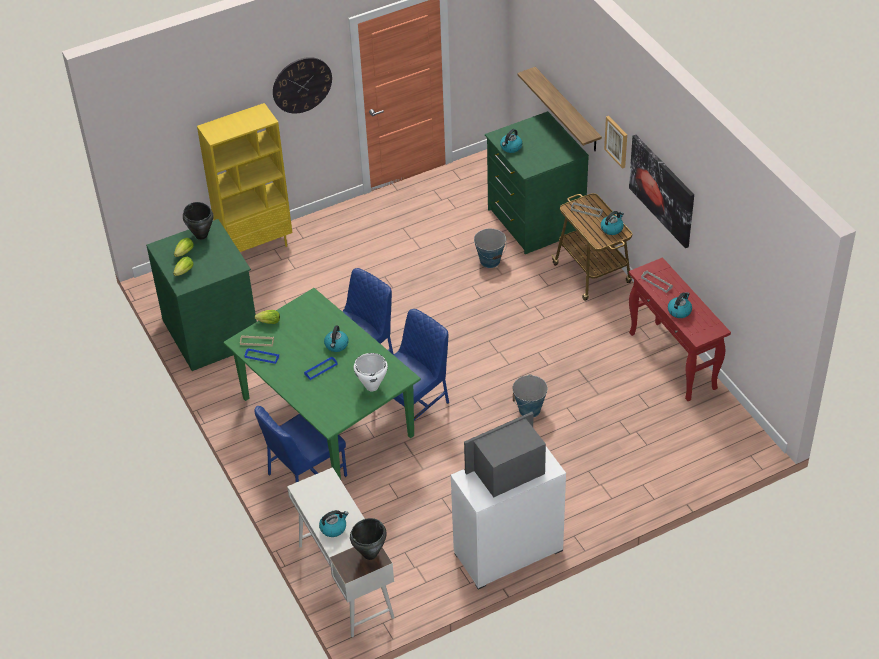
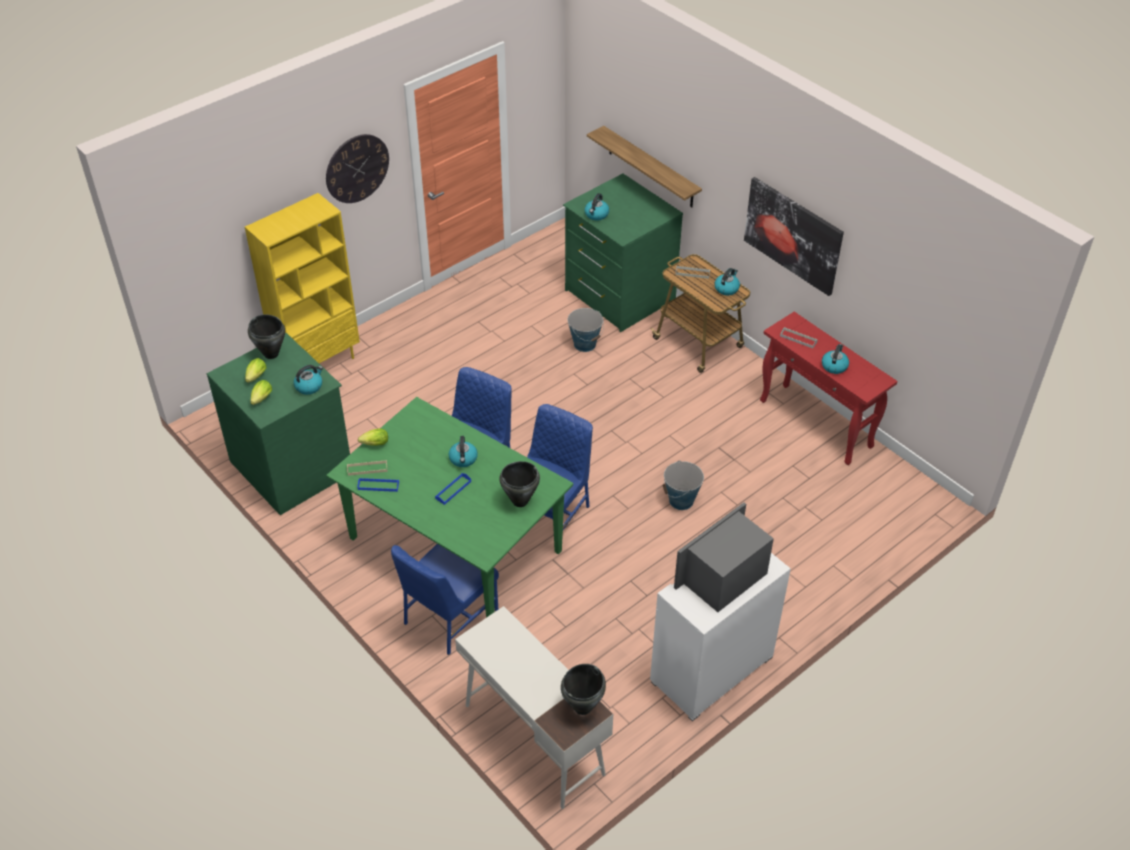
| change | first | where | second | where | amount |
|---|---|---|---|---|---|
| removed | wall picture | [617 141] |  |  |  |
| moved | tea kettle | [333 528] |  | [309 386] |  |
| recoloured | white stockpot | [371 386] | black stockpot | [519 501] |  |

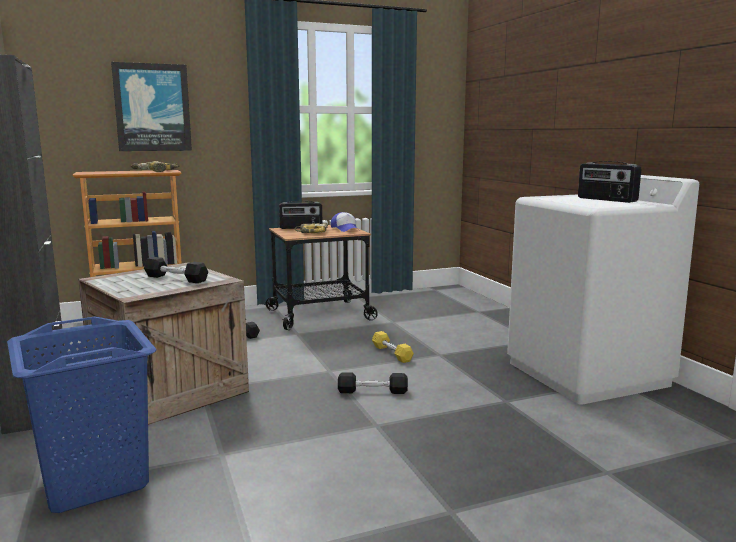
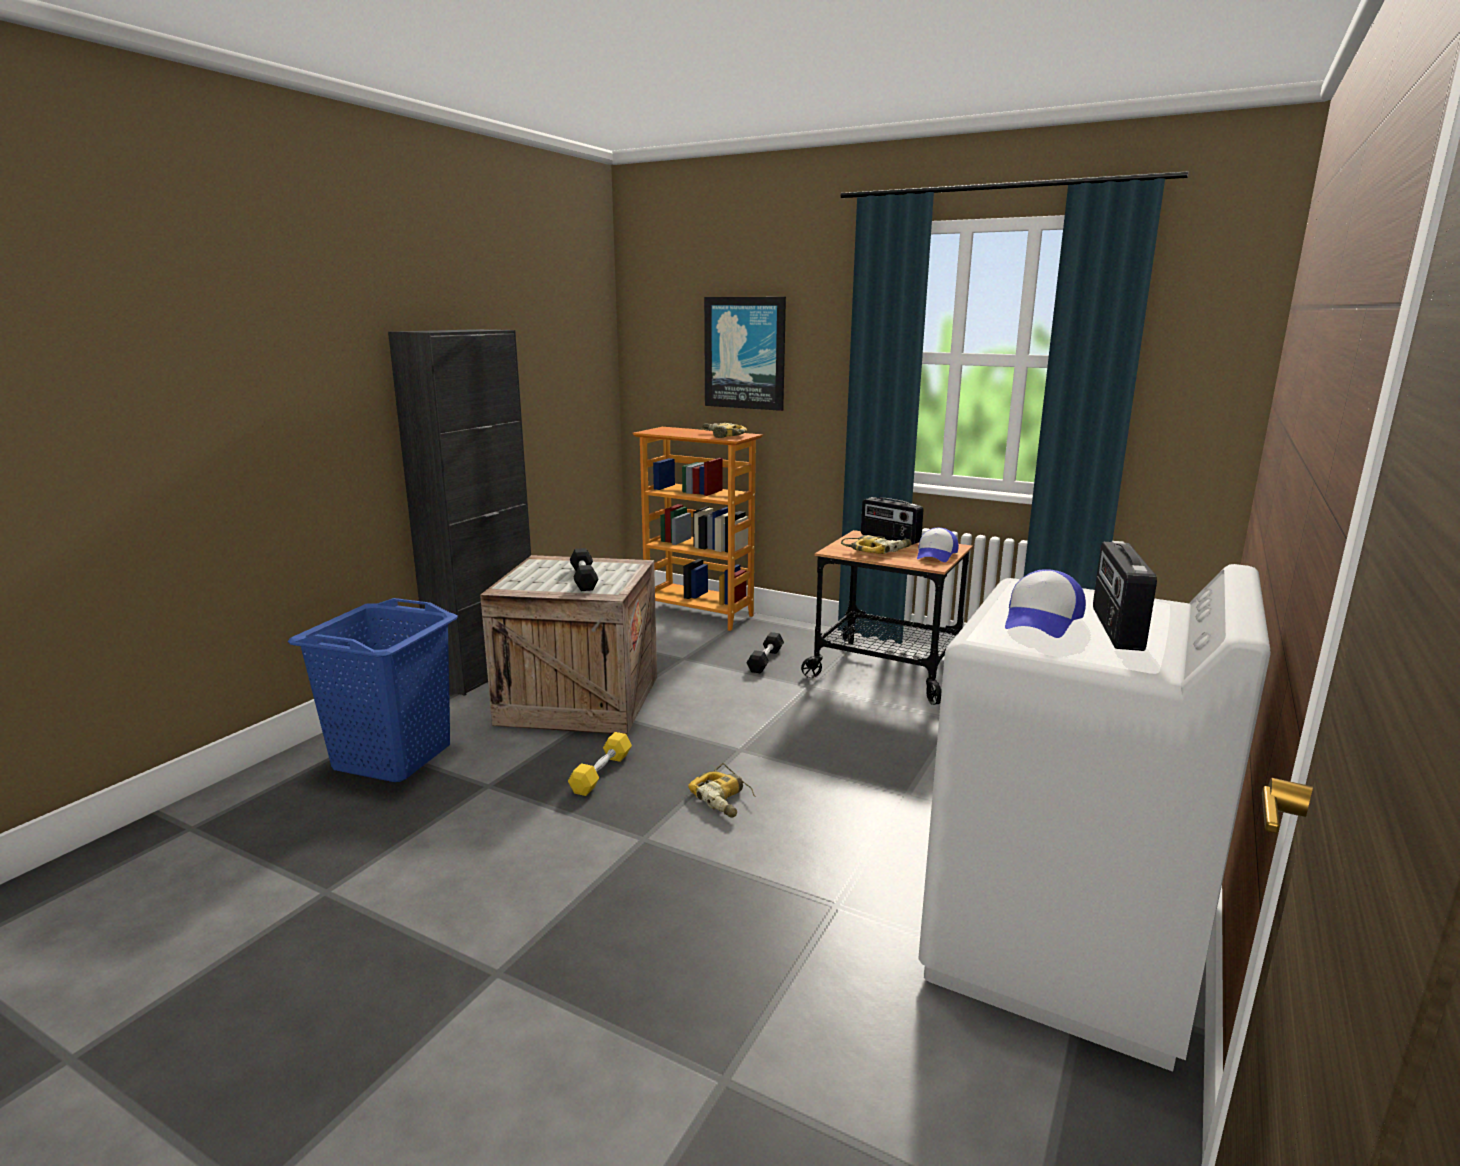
| change | first | where | second | where | amount |
|---|---|---|---|---|---|
| added |  |  | cap | [1042 620] |  |
| moved | yellow free weight | [391 353] |  | [601 773] |  |
| replaced | black free weight | [372 391] | power drill | [725 798] |  |

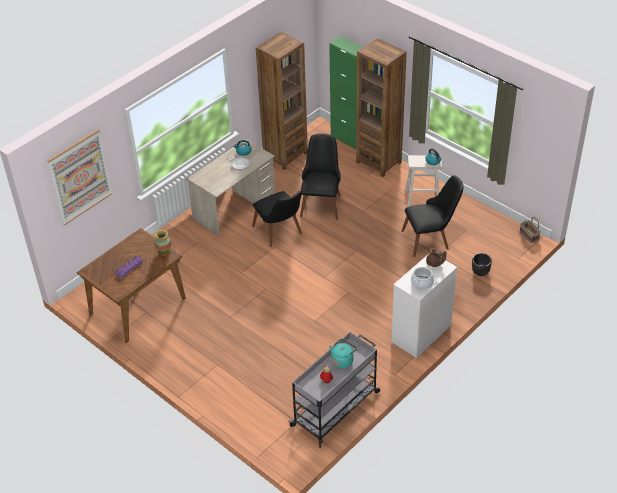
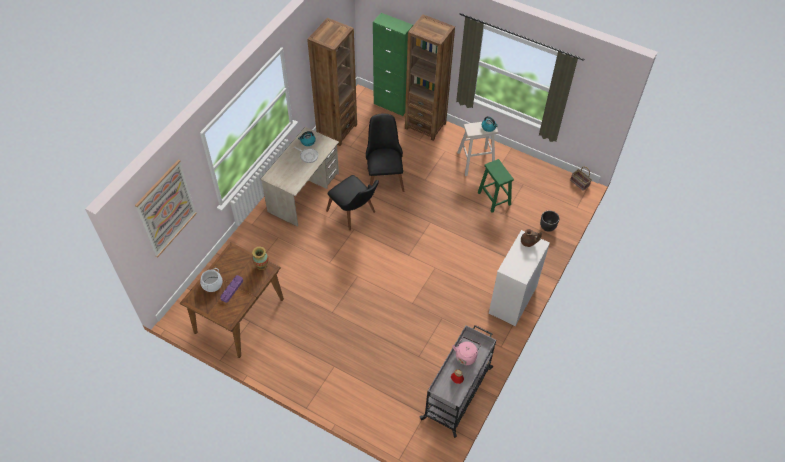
| change | first | where | second | where | amount |
|---|---|---|---|---|---|
| moved | stockpot | [422 283] |  | [212 284] |  |
| replaced | black chair | [431 238] | green-coloured stool seat | [494 199] |  |
| recoloured | blue-green tea kettle | [343 360] | pink-coloured tea kettle | [466 355] |  |

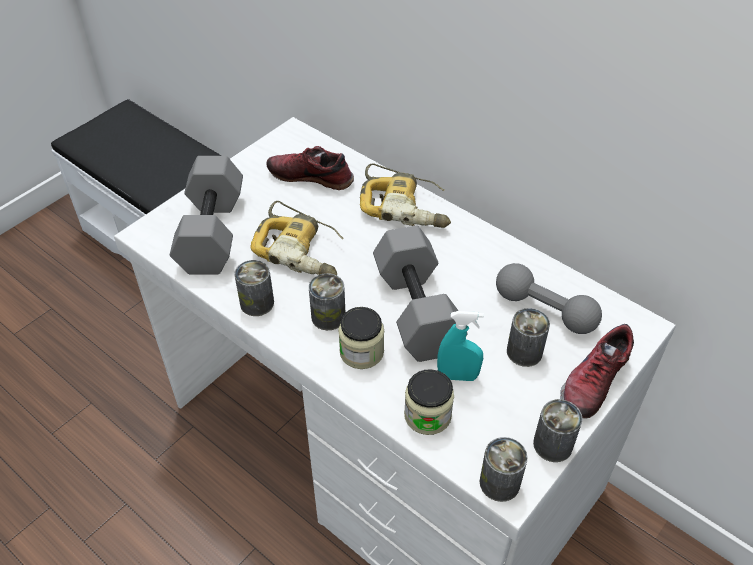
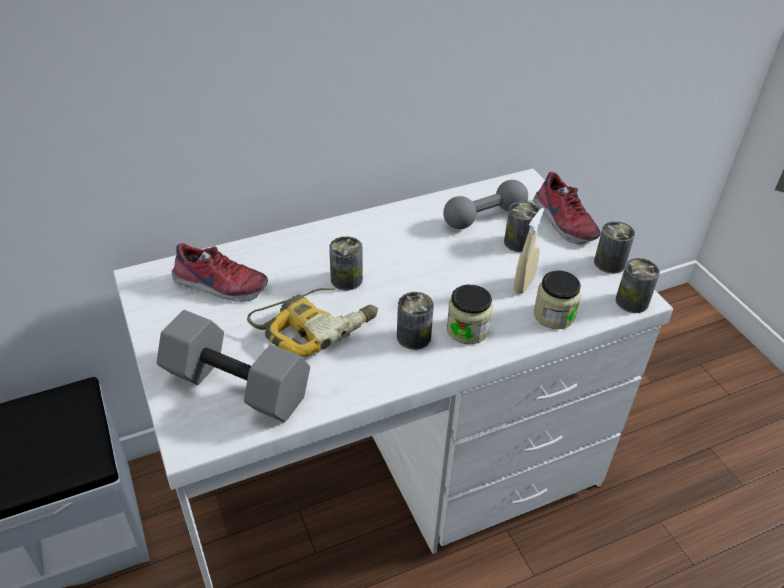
| change | first | where | second | where | amount |
|---|---|---|---|---|---|
| removed | power drill | [405 205] |  |  |  |
| removed | greyish free weight | [419 311] |  |  |  |
| moved | can | [257 303] |  | [346 279] |  |
| recoloured | blue-green hand sprayer | [457 376] | beige-coloured hand sprayer | [523 285] |  |
| turned | low shoe | [311 176] |  | [219 286] | 120 degrees counterclockwise |

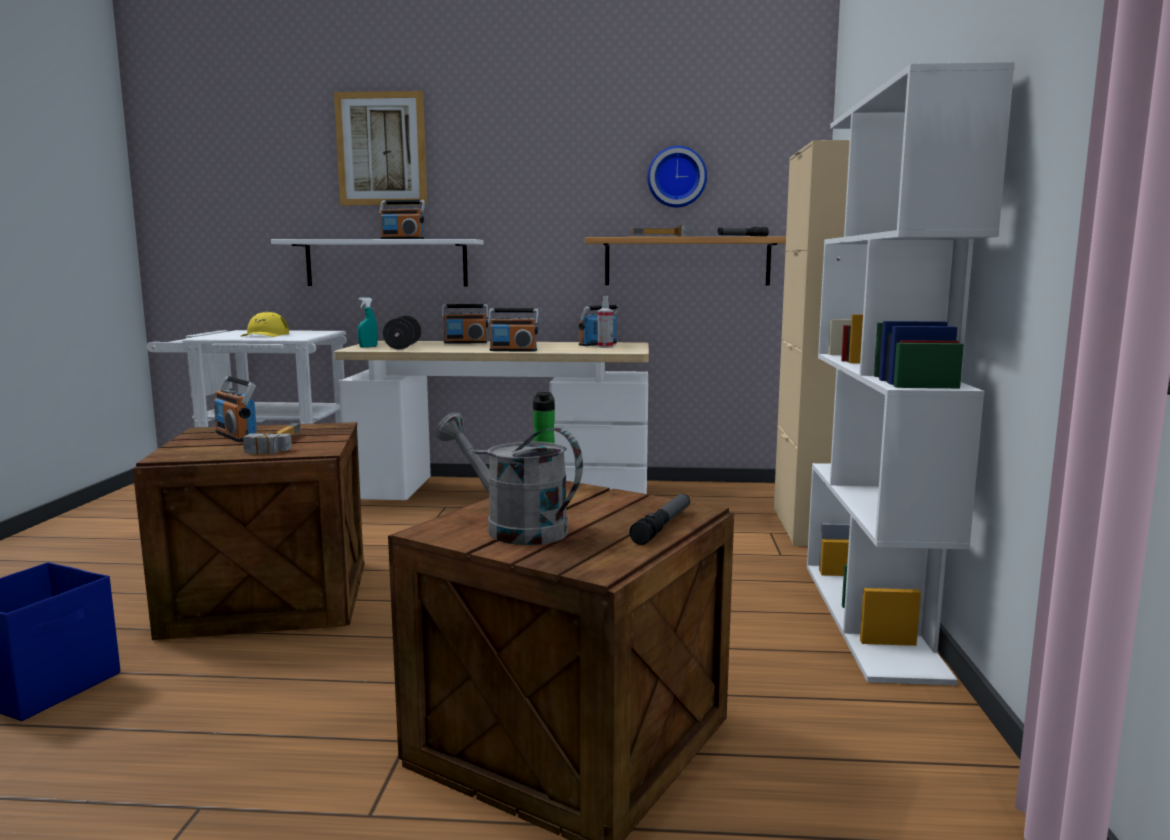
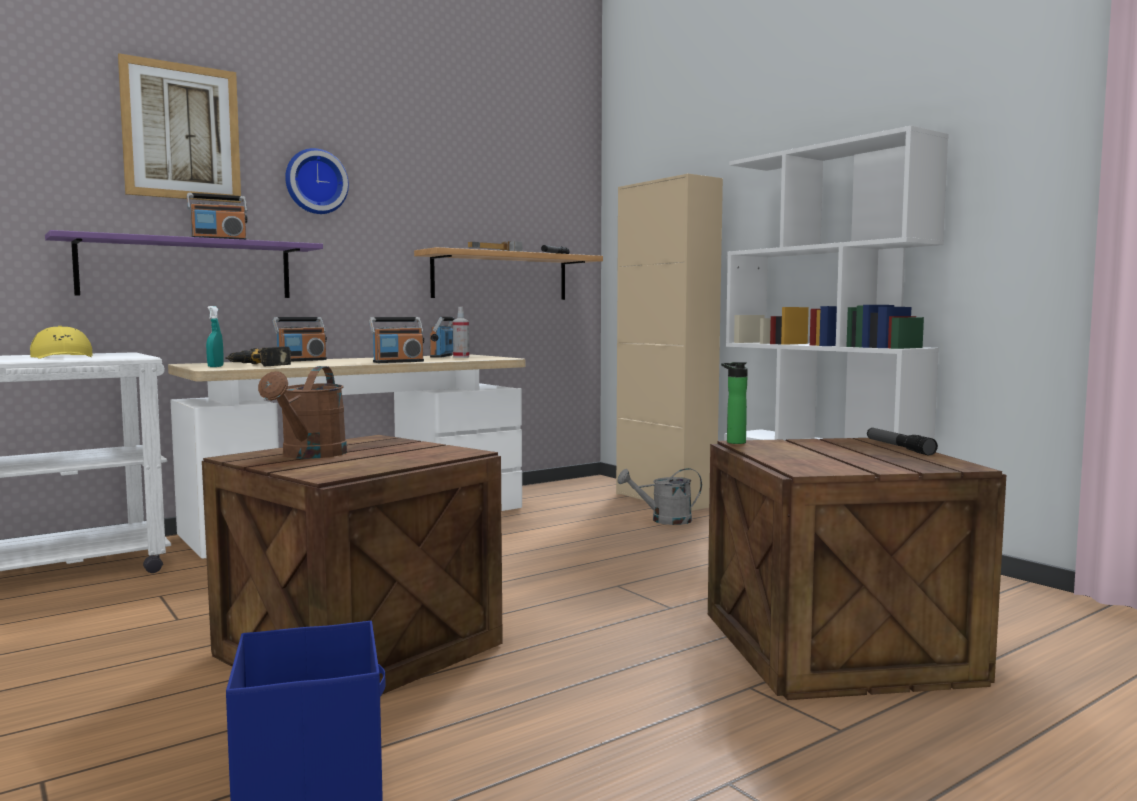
| change | first | where | second | where | amount |
|---|---|---|---|---|---|
| removed | hand hammer | [274 444] |  |  |  |
| moved | greyish watering pot | [514 528] |  | [664 520] |  |
| moved | wall clock | [676 177] |  | [315 182] |  |
| replaced | radio set | [236 436] | brown-coloured watering pot | [310 455] |  |
| replaced | black free weight | [403 347] | power drill | [259 365] |  |
| recoloured | white bracket shelf | [386 263] | purple-coloured bracket shelf | [187 269] |  |

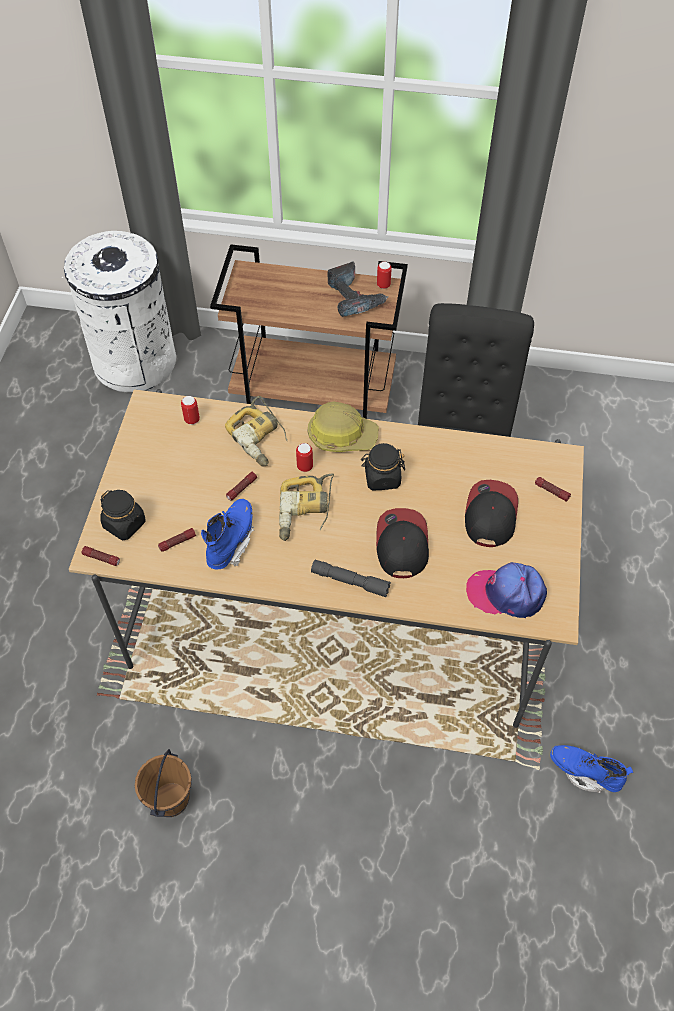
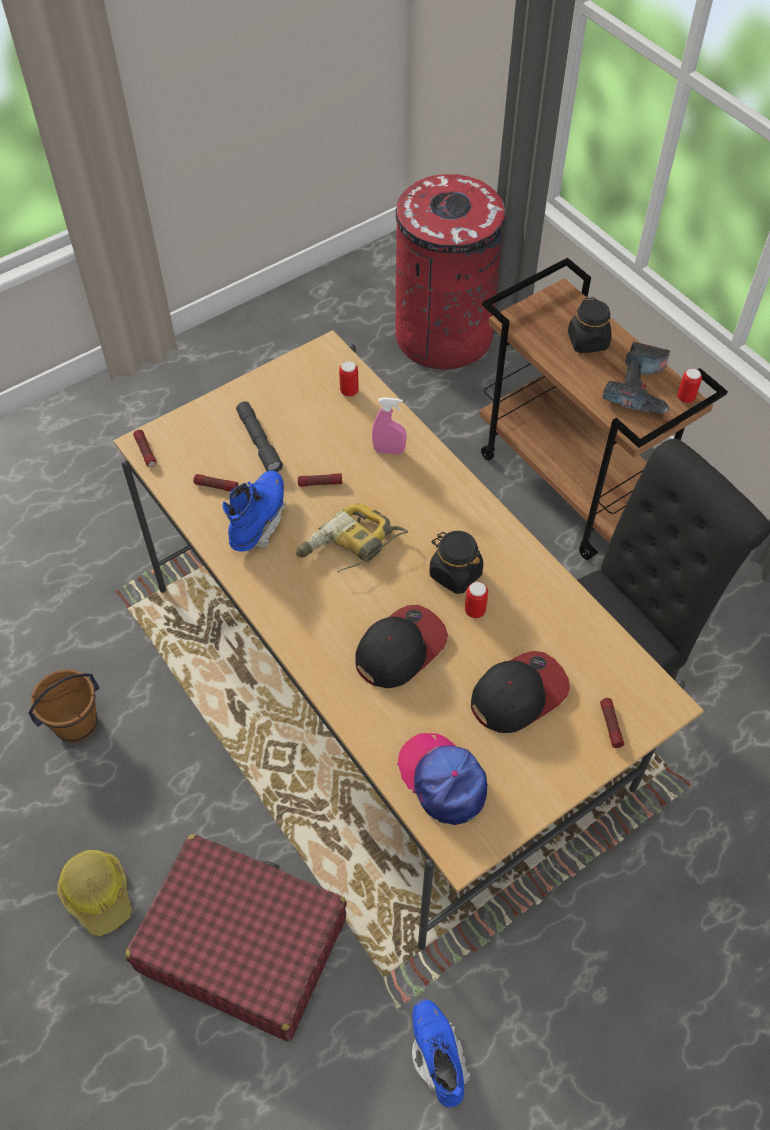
| change | first | where | second | where | amount |
|---|---|---|---|---|---|
| added |  |  | red piece of luggage | [242 943] |  |
| moved | black storage jar | [125 524] |  | [588 341] |  |
| moved | can | [305 466] |  | [475 611] |  |
| moved | safety helmet | [341 435] |  | [98 893] |  |
| moved | greyish flashlight | [350 581] |  | [259 442] |  |
| replaced | power drill | [260 437] | pink-coloured hand sprayer | [389 451] |  |
| recoloured | white trash can | [135 362] | red trash can | [443 335] |  |
| turned | blue tall boot | [230 541] |  | [258 521] | 45 degrees counterclockwise |

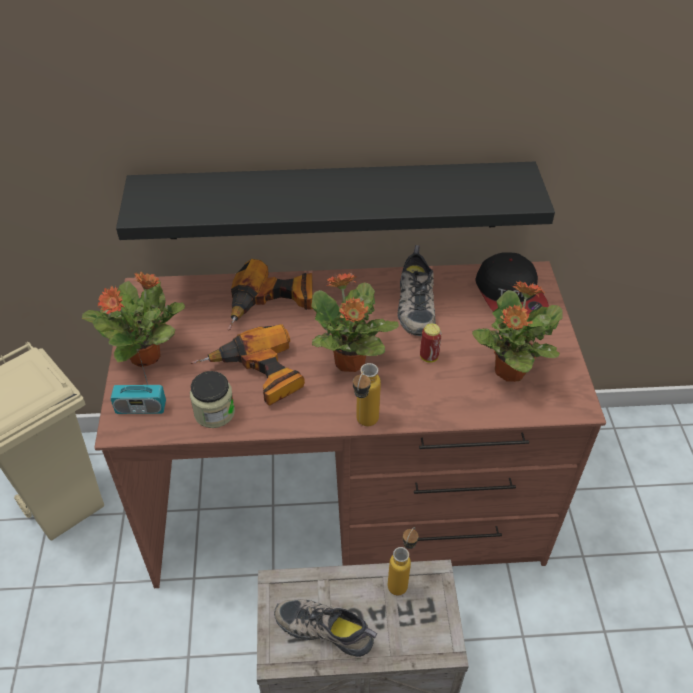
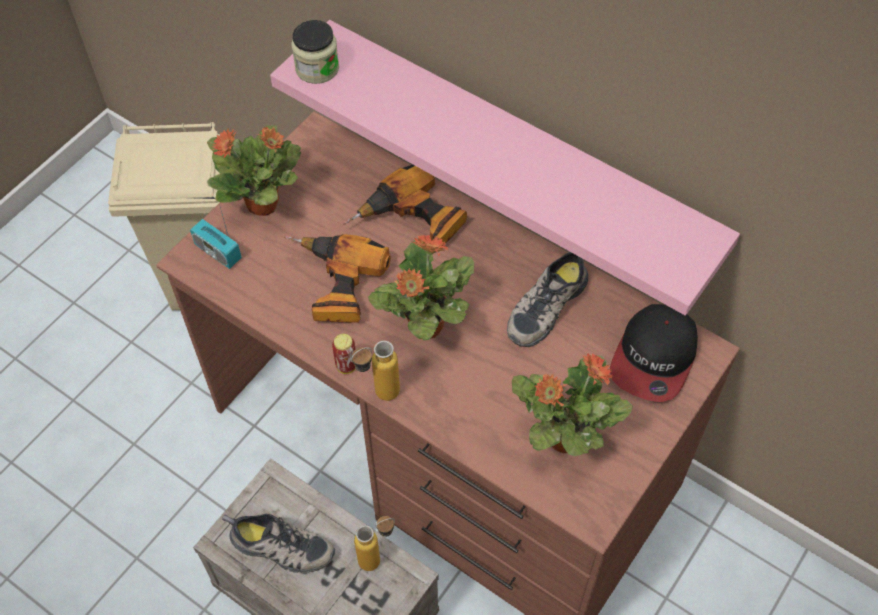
| change | first | where | second | where | amount |
|---|---|---|---|---|---|
| moved | storage jar | [214 412] |  | [317 68] |  |
| moved | can | [428 357] |  | [346 365] |  |
| recoloured | black bracket shelf | [333 200] | pink-coloured bracket shelf | [518 150] |  |
| turned | low shoe | [326 627] |  | [280 548] | 135 degrees clockwise |

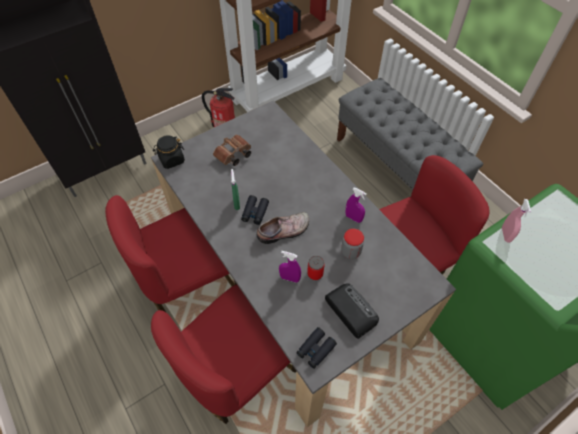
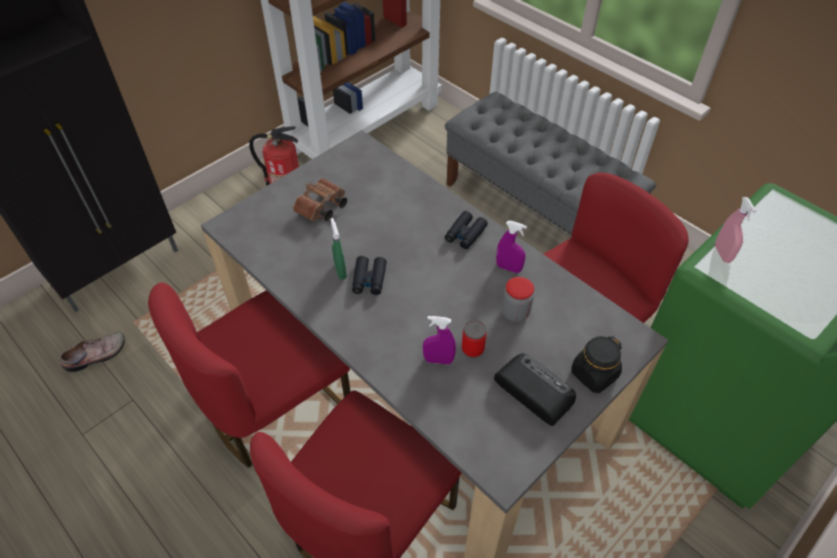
| change | first | where | second | where | amount |
|---|---|---|---|---|---|
| moved | black storage jar | [171 160] |  | [594 374] |  |
| moved | low shoe | [284 231] |  | [97 356] |  |
| moved | black field glasses | [315 349] |  | [465 234] |  |

